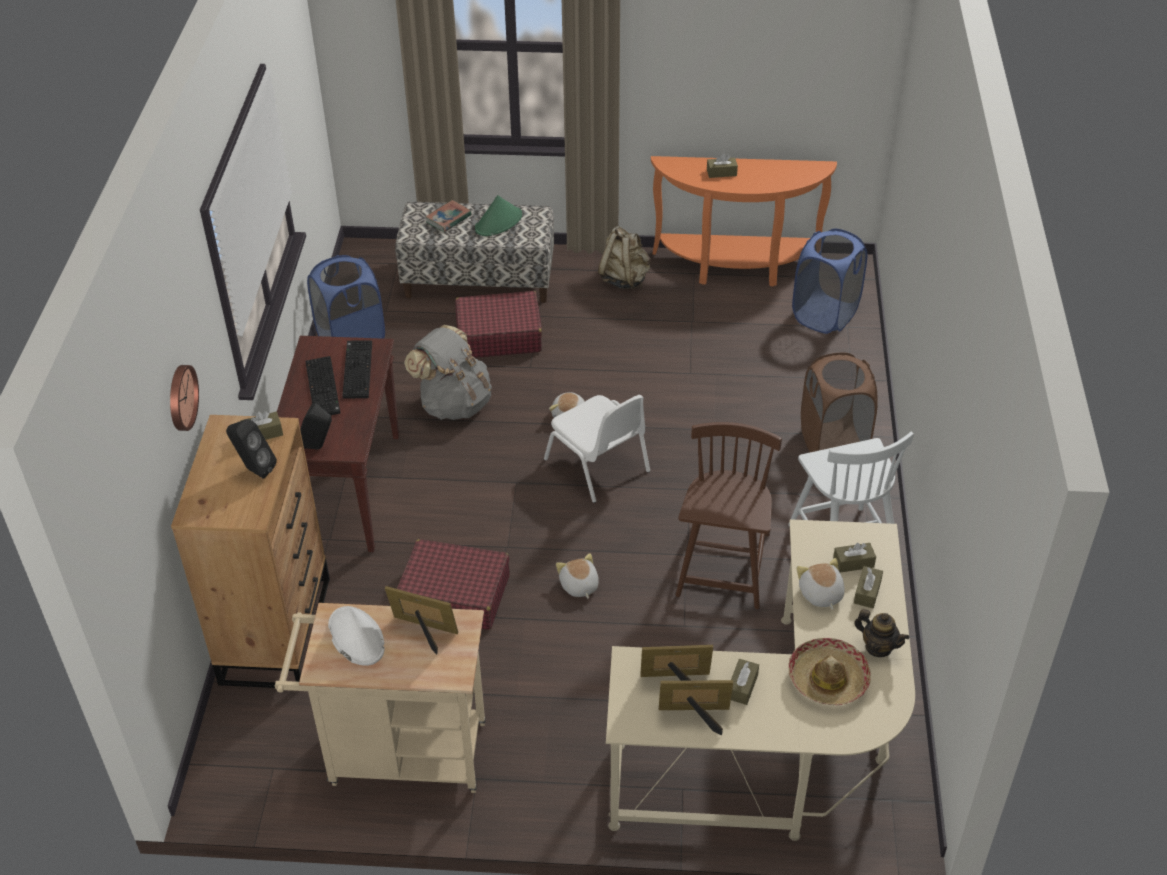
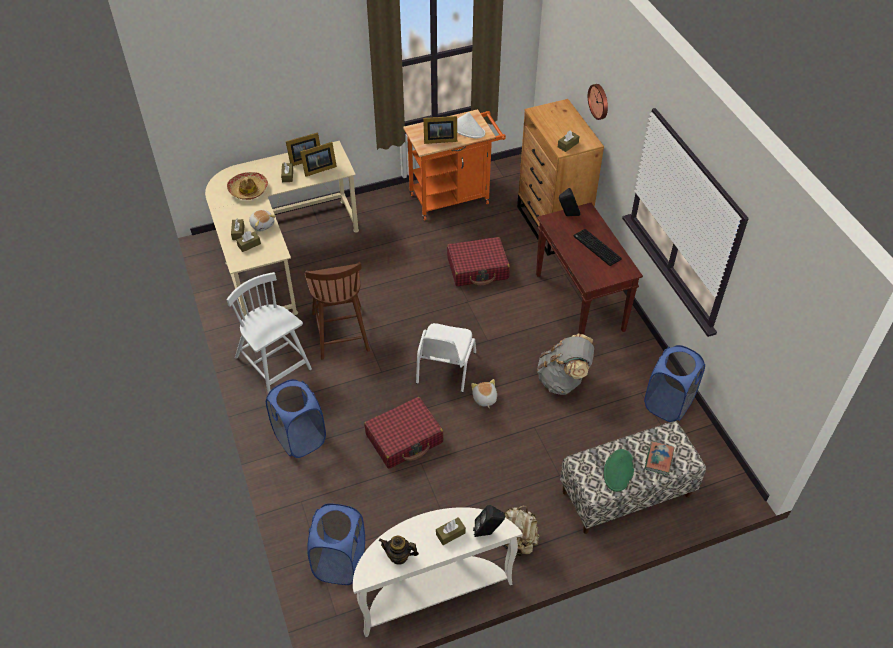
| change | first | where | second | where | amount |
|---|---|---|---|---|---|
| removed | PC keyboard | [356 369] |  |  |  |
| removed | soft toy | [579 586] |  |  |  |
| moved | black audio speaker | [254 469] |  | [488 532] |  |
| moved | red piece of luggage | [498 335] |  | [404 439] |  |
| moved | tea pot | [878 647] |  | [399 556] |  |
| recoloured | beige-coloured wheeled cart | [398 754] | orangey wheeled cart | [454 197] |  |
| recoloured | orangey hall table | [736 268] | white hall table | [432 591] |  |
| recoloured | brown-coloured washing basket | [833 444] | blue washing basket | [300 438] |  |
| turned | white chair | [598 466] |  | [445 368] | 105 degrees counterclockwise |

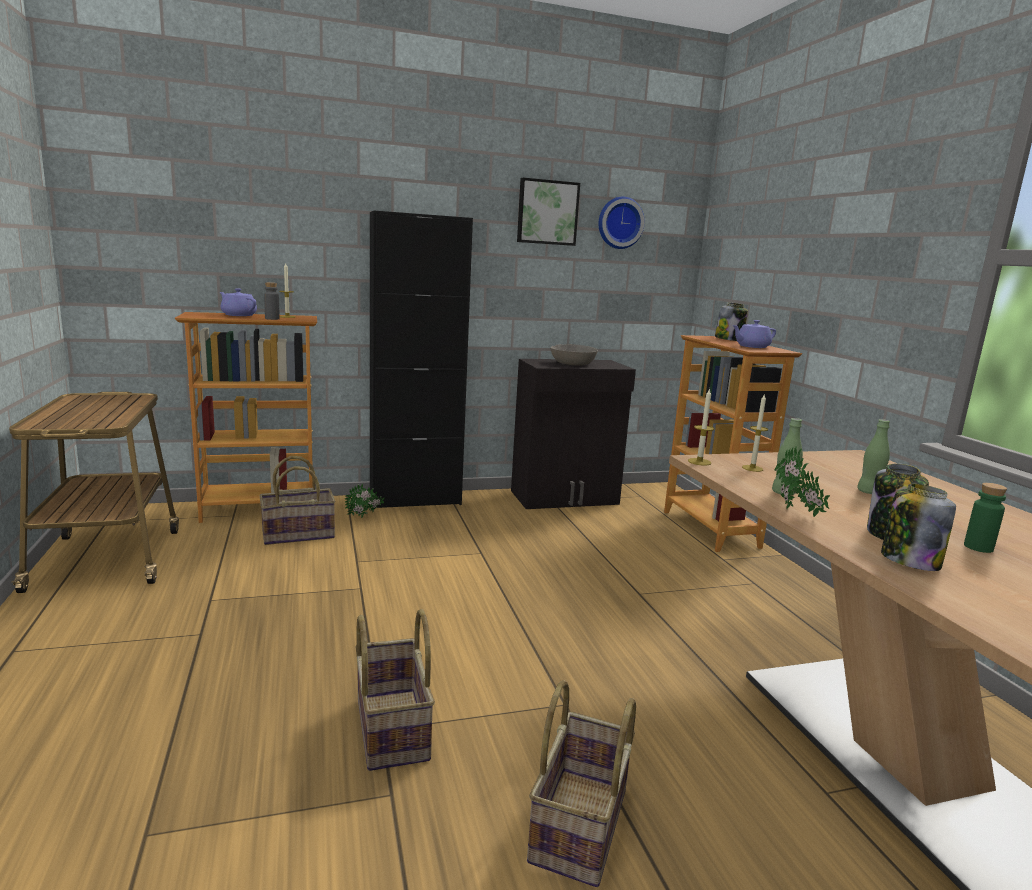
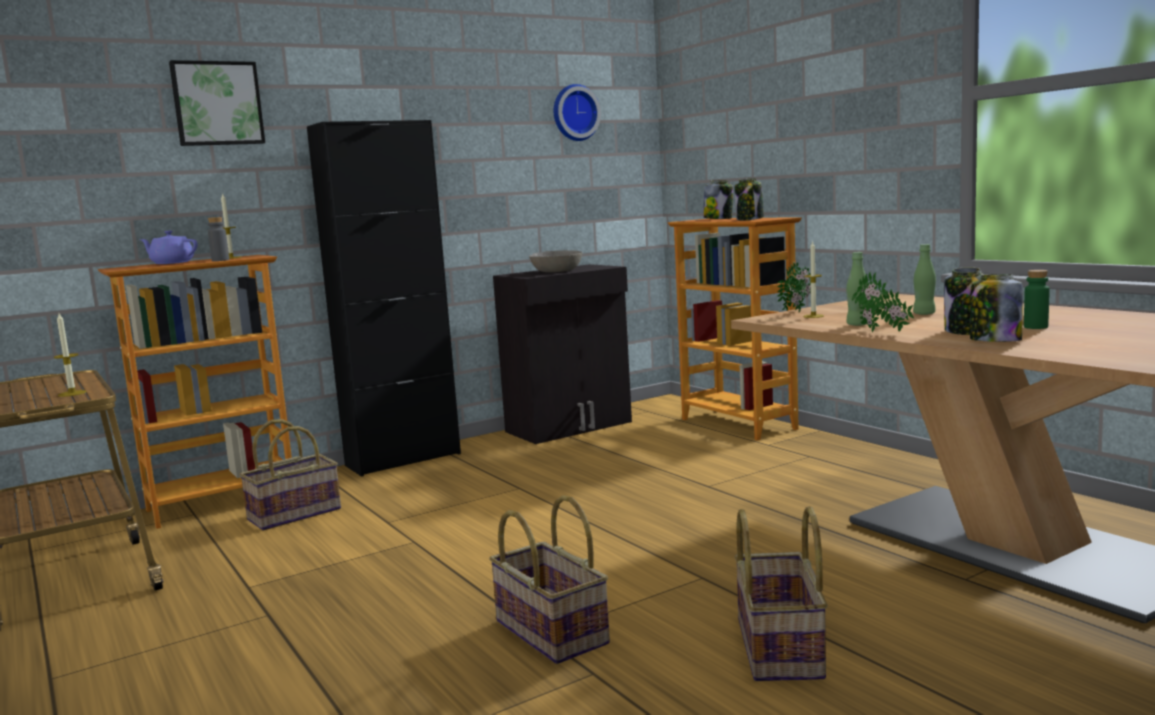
| change | first | where | second | where | amount |
|---|---|---|---|---|---|
| moved | potted plant | [365 516] |  | [799 311] |  |
| moved | wall picture | [547 212] |  | [217 104] |  |
| moved | wax candle | [699 462] |  | [72 393] |  |
| replaced | purple-coloured tea pot | [751 346] | storage jar | [750 219] |  |

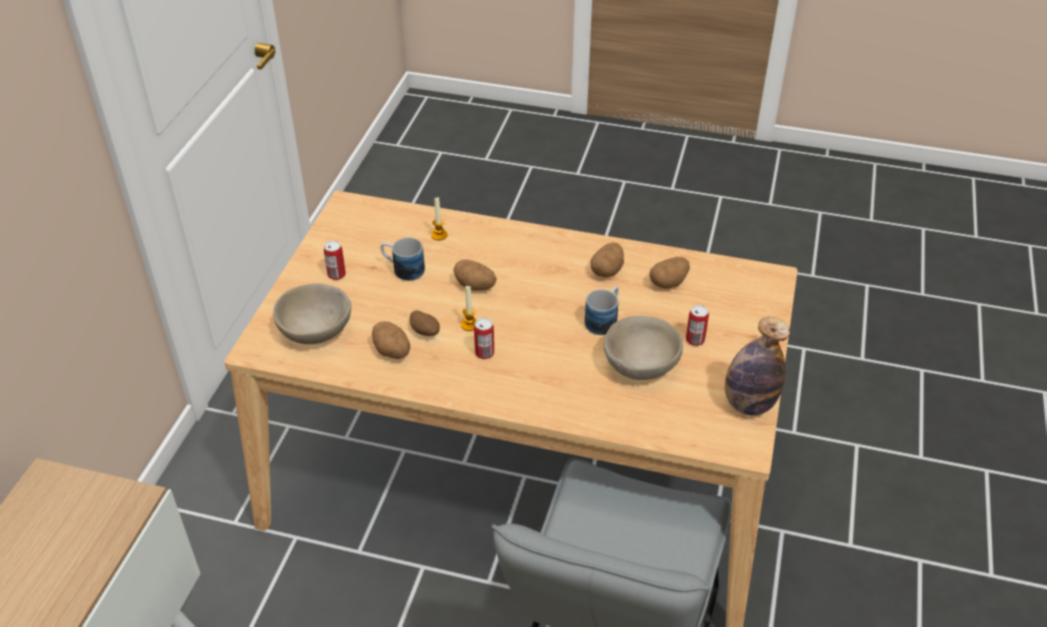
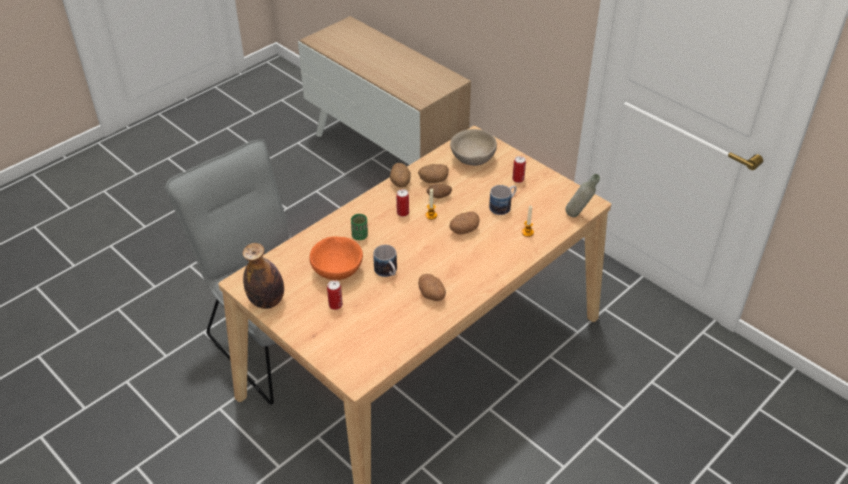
| change | first | where | second | where | amount |
|---|---|---|---|---|---|
| added |  |  | green-coloured small cup | [360 236] |  |
| added |  |  | greyish drink bottle | [578 216] |  |
| moved | spud | [668 282] |  | [400 183] |  |
| recoloured | beige-coloured serving bowl | [641 365] | orangey serving bowl | [337 271] |  |

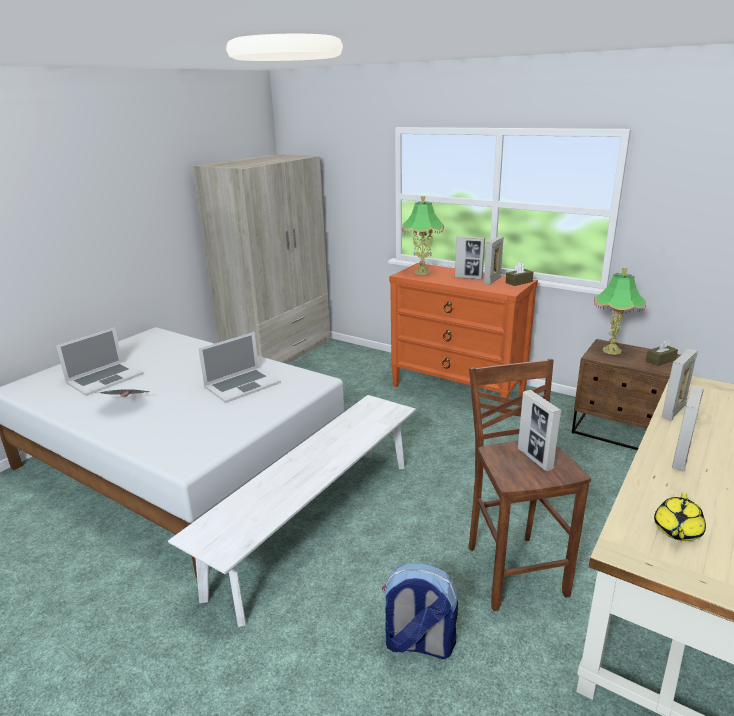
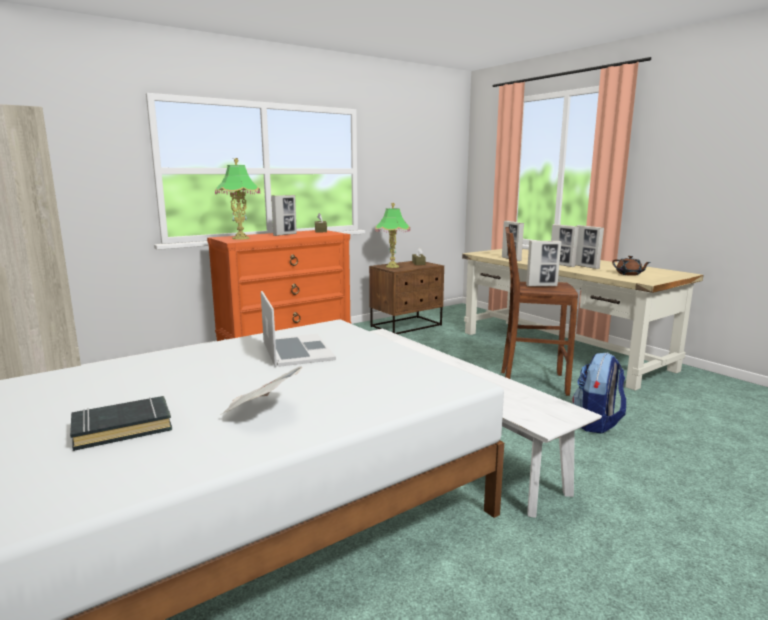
| change | first | where | second | where | amount |
|---|---|---|---|---|---|
| moved | standing frame | [492 281] |  | [586 267] |  |
| replaced | laptop | [105 378] | black bound book | [122 428] |  |
| recoloured | yellow tea pot | [677 531] | brown-coloured tea pot | [629 274] |  |

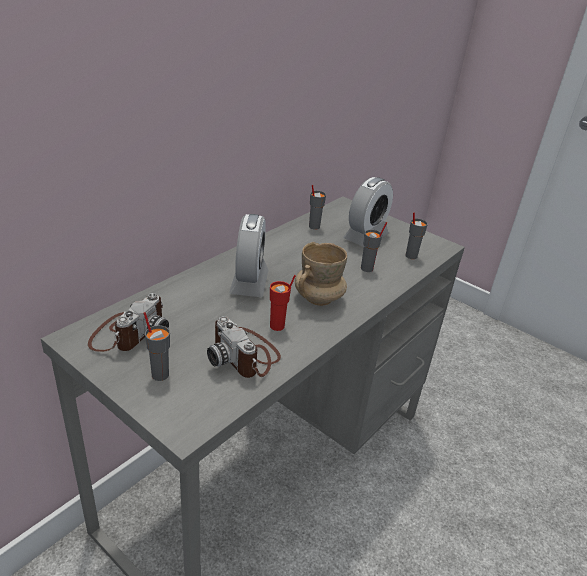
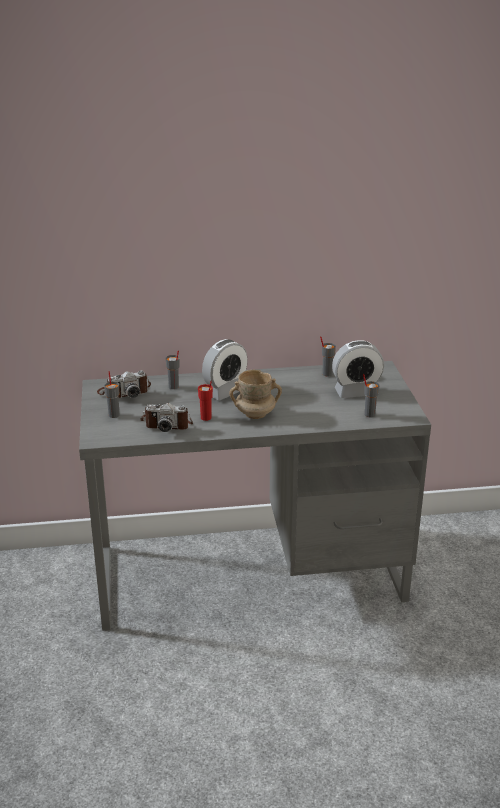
| change | first | where | second | where | amount |
|---|---|---|---|---|---|
| moved | greyish small cup | [367 269] |  | [173 387] |  |
| turned | photo camera | [245 355] |  | [167 423] | 90 degrees counterclockwise |

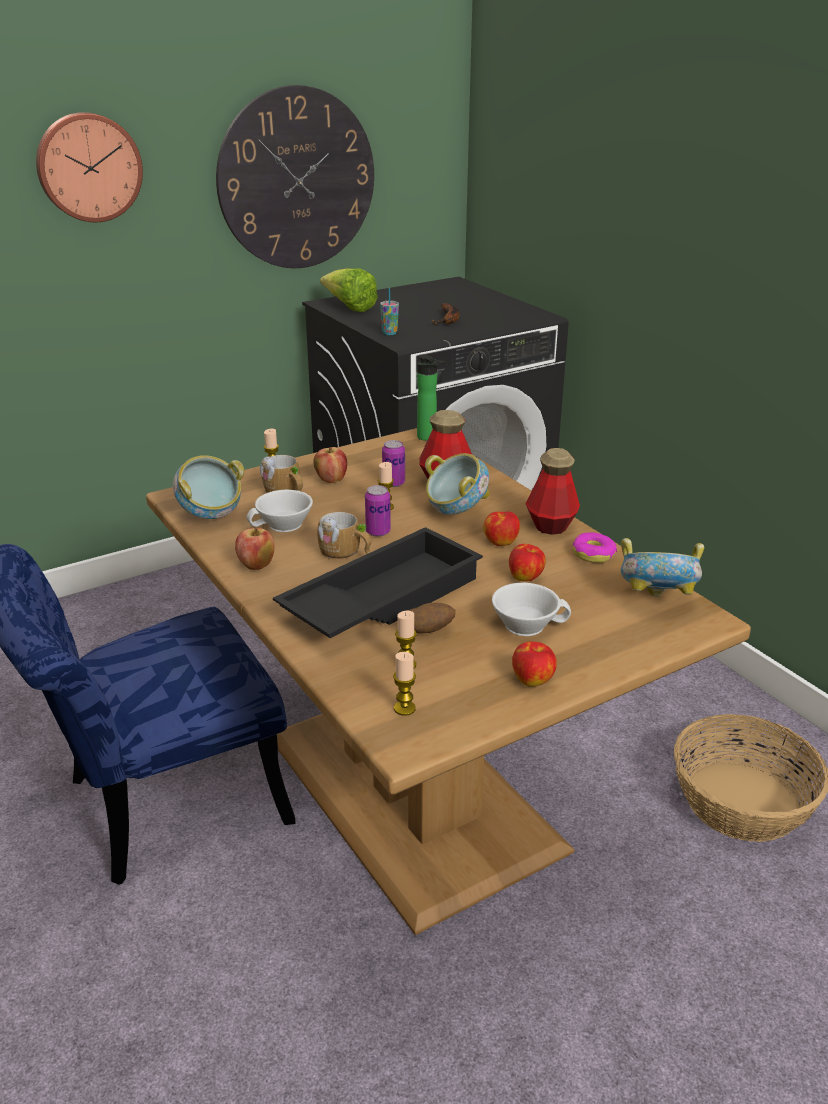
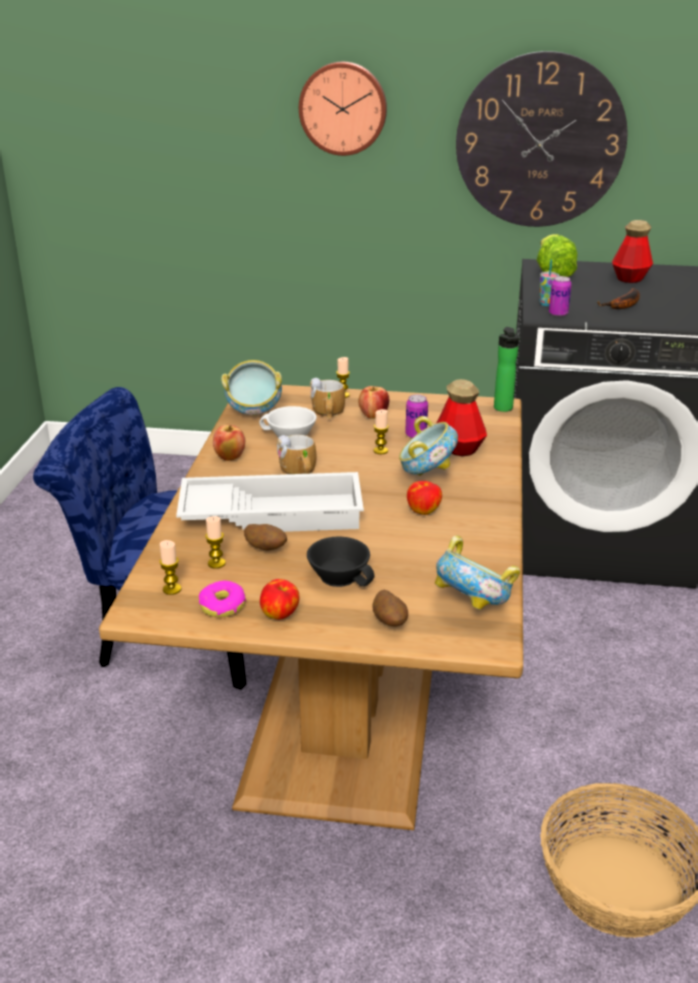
| change | first | where | second | where | amount |
|---|---|---|---|---|---|
| removed | apple | [526 577] |  |  |  |
| added |  |  | spud | [390 622] |  |
| moved | can | [378 532] |  | [558 314] |  |
| moved | drink bottle | [550 525] |  | [630 278] |  |
| moved | ring doughnut | [593 554] |  | [222 606] |  |
| recoloured | black serving tray | [381 597] | white serving tray | [273 512] |  |
| recoloured | white small cup | [526 623] | black small cup | [341 576] |  |

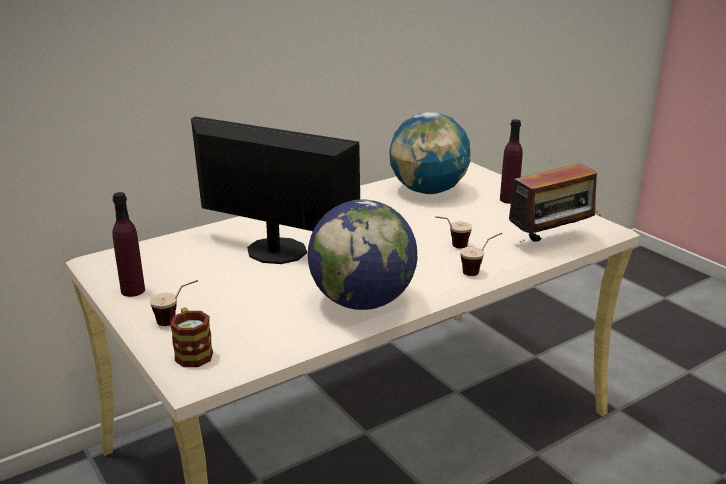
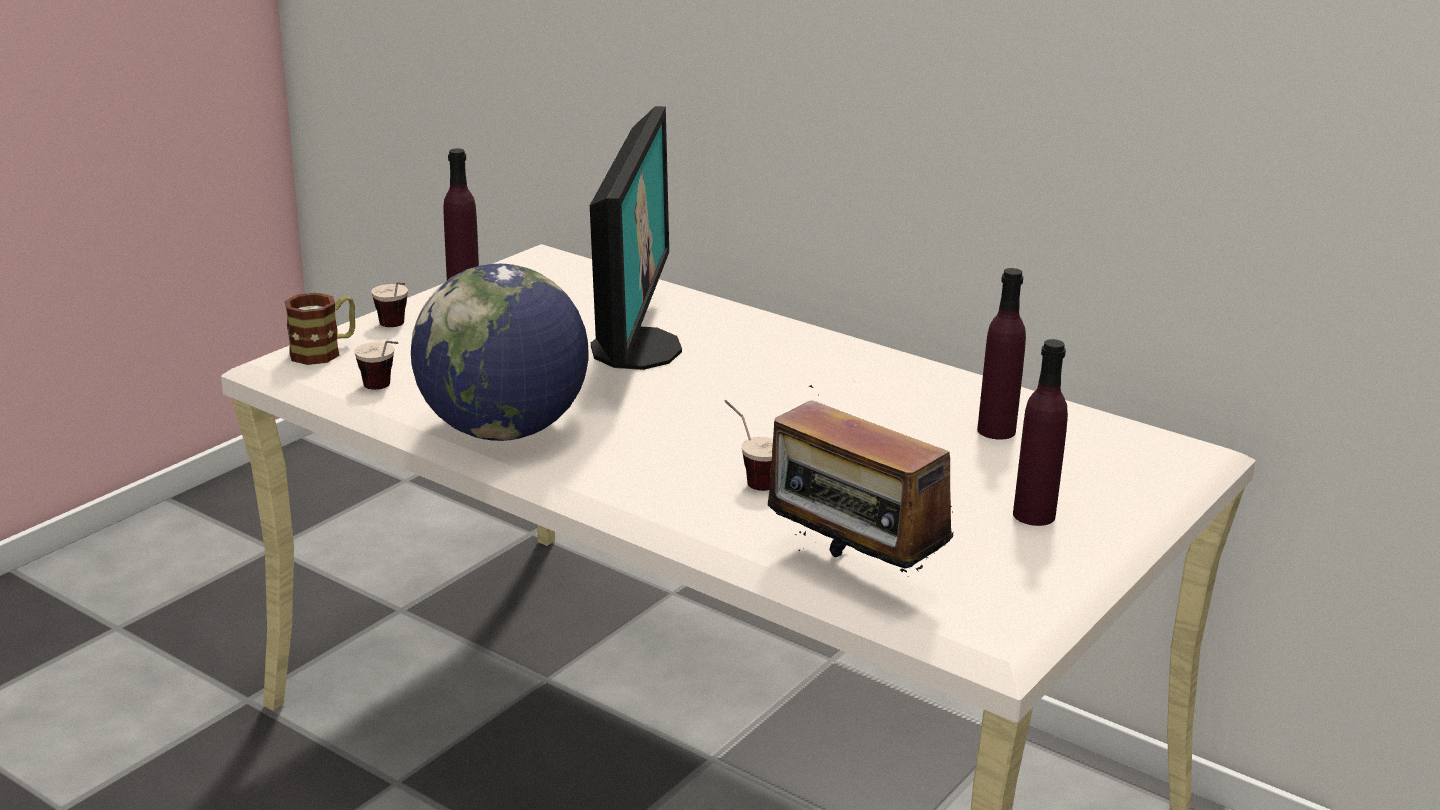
| change | first | where | second | where | amount |
|---|---|---|---|---|---|
| moved | small cup | [479 271] |  | [384 390] |  |
| replaced | desk globe | [428 191] | purple-coloured drink bottle | [996 430] |  |

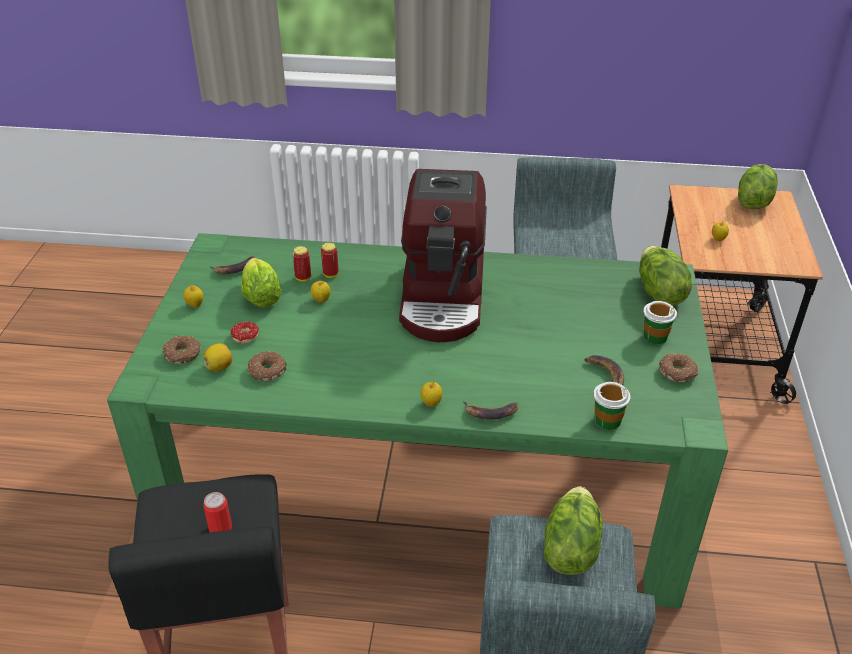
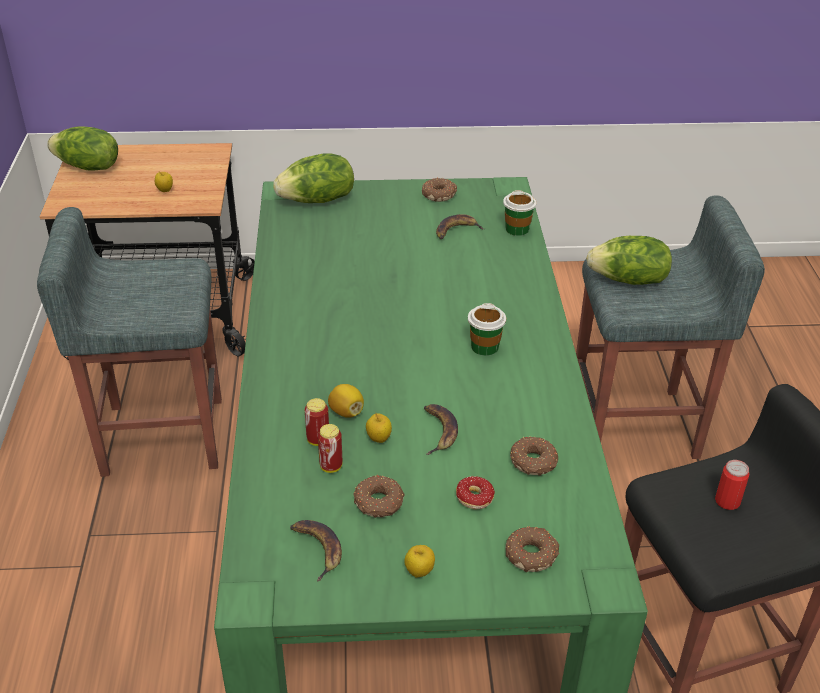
| change | first | where | second | where | amount |
|---|---|---|---|---|---|
| removed | coffee brewer | [444 298] |  |  |  |
| removed | apple | [431 403] |  |  |  |
| moved | whole lemon | [219 367] |  | [346 412] |  |
| moved | banana | [490 412] |  | [438 431] |  |
| moved | small cup | [655 337] |  | [484 347] |  |
| replaced | head of lettuce | [260 295] | ring doughnut | [379 503] |  |

